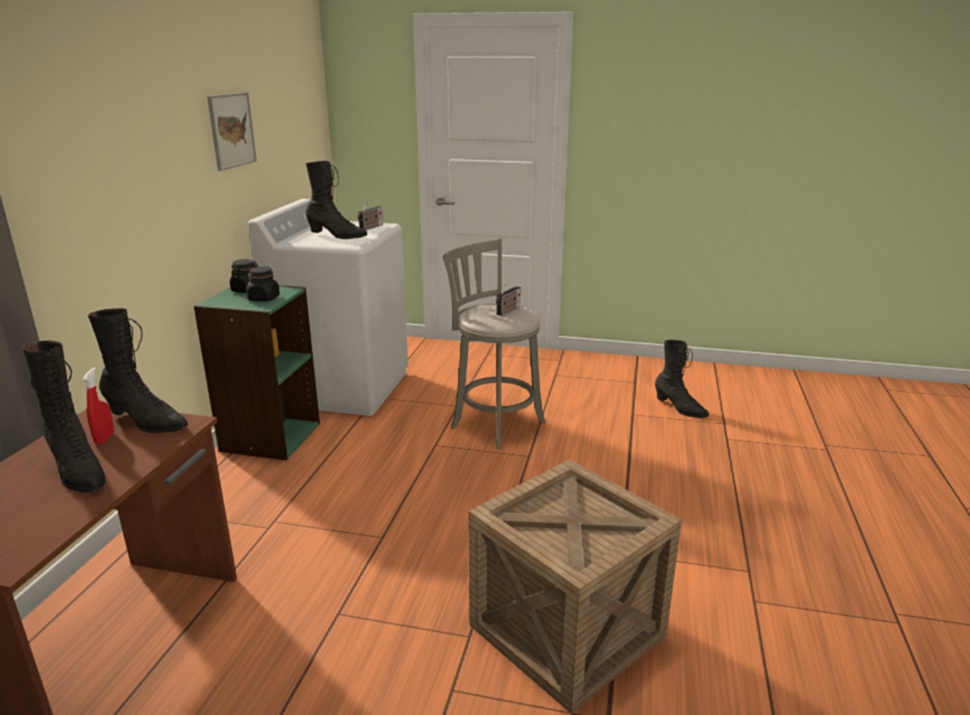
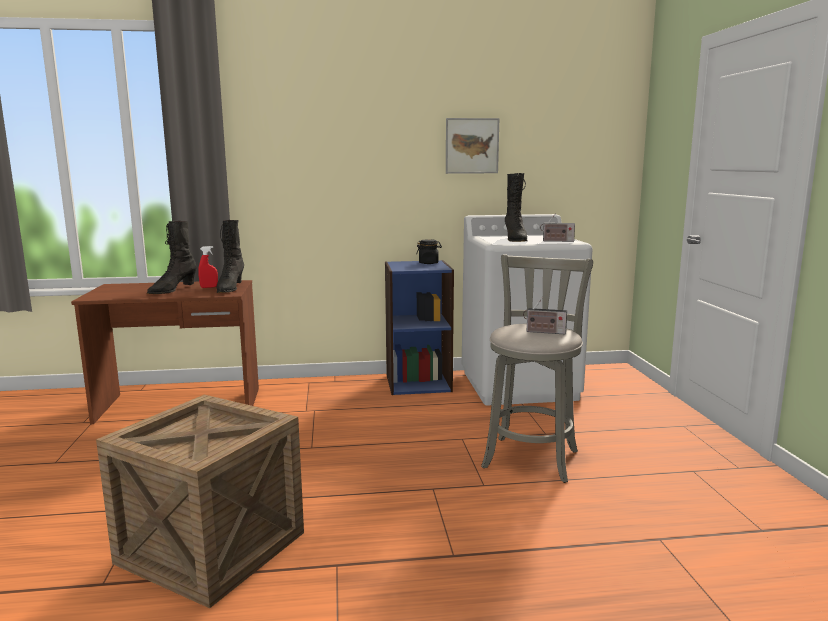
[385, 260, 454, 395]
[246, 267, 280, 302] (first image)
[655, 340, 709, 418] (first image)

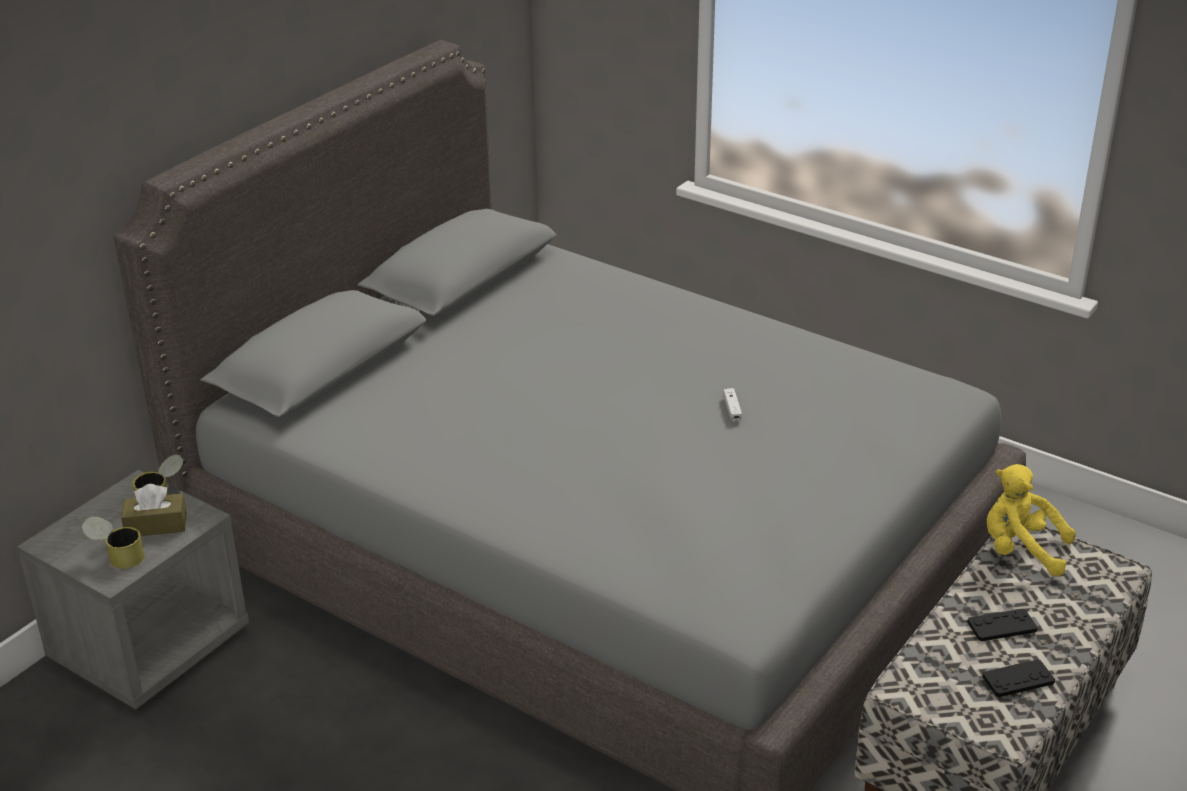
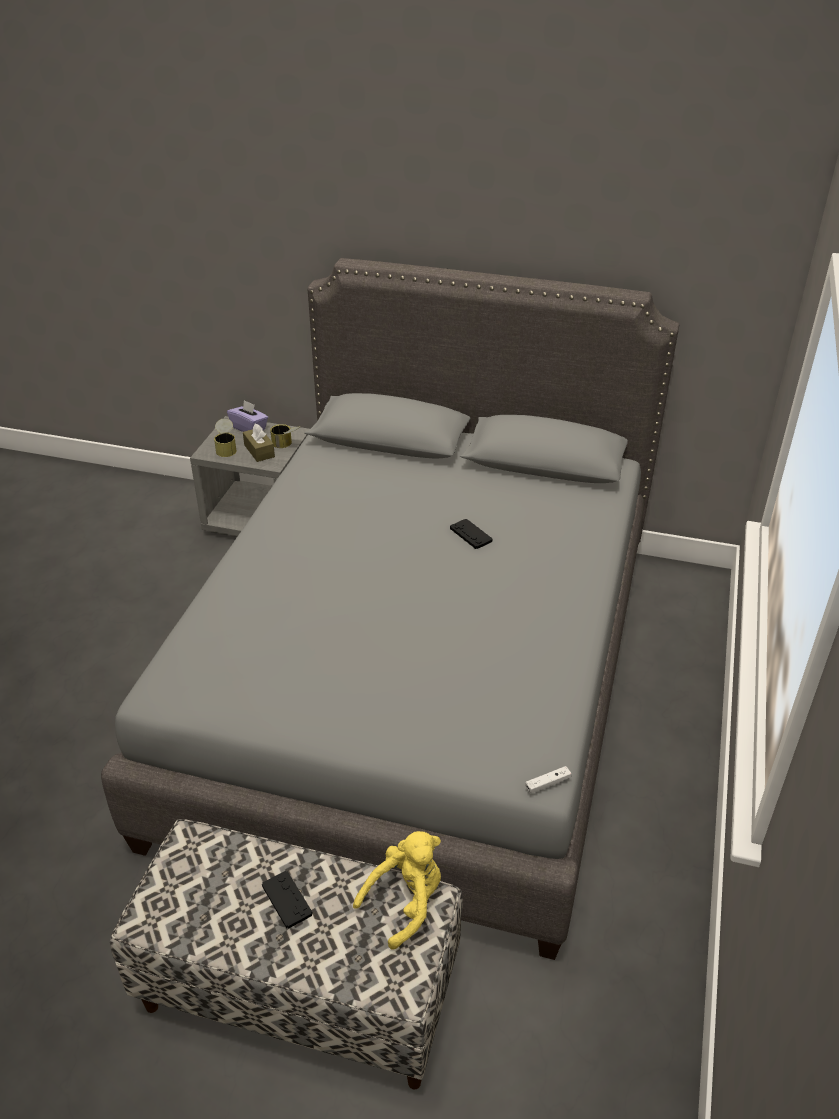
[227, 400, 268, 432]
[353, 831, 441, 950]
[450, 519, 492, 549]
[526, 766, 571, 794]

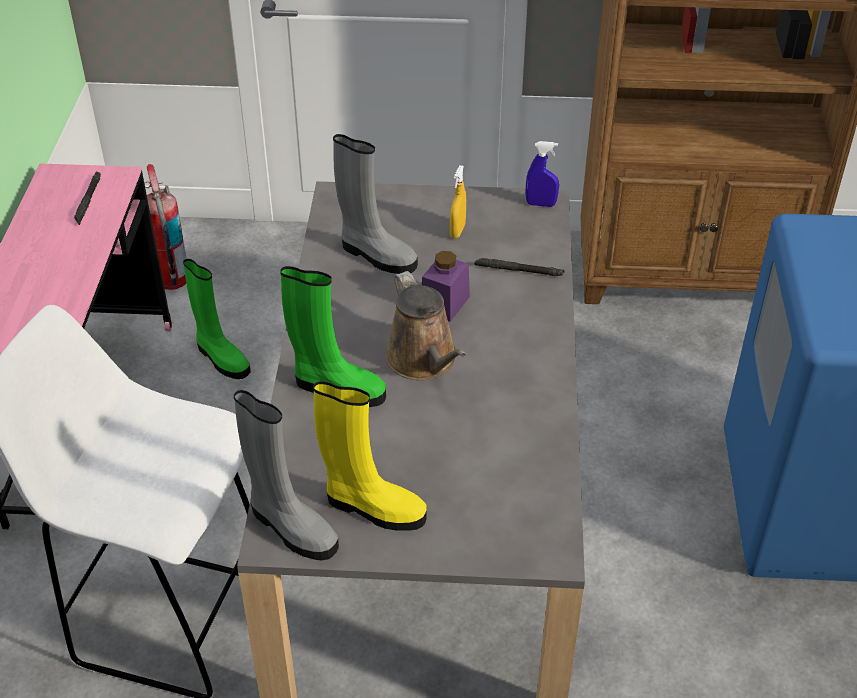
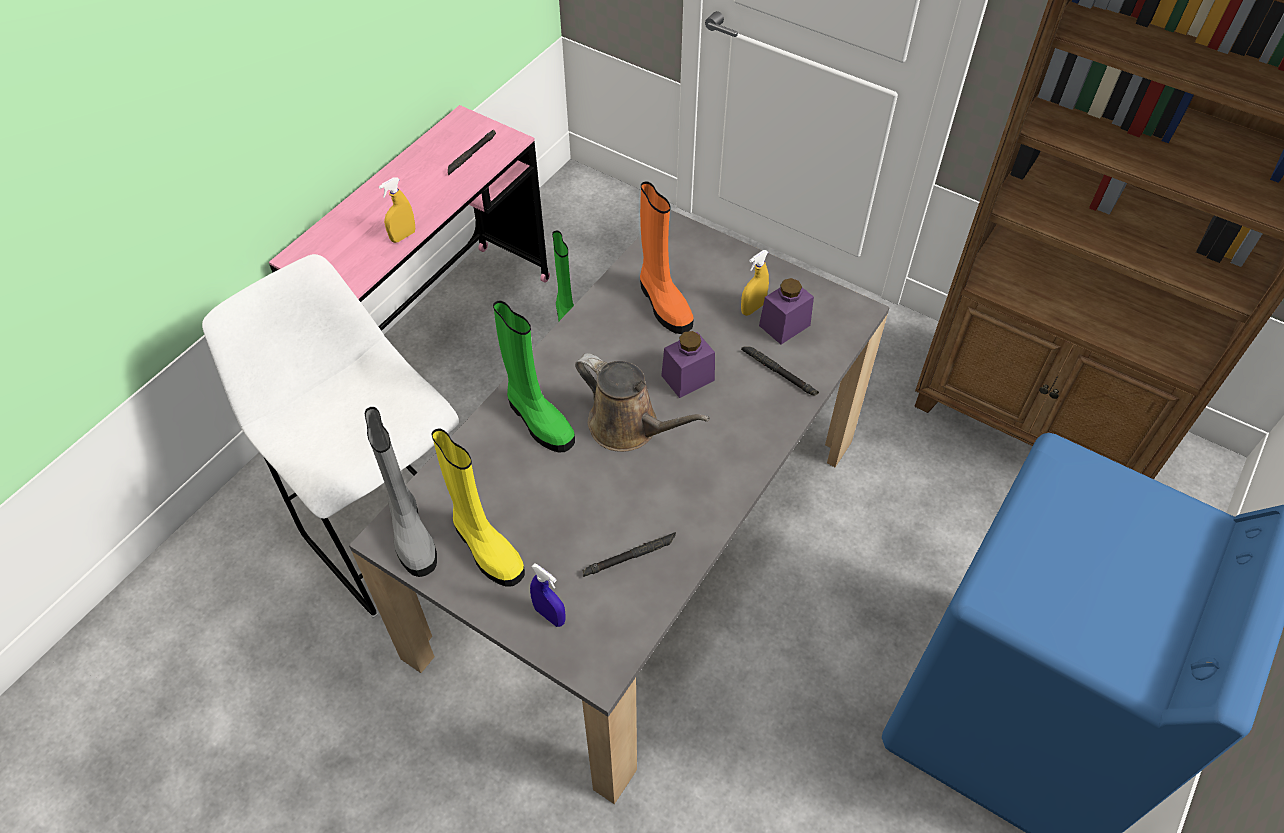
[379, 177, 415, 243]
[530, 563, 565, 627]
[575, 353, 710, 452]
[582, 532, 676, 577]
[640, 181, 694, 334]
[759, 278, 814, 344]
[144, 164, 187, 290] (first image)

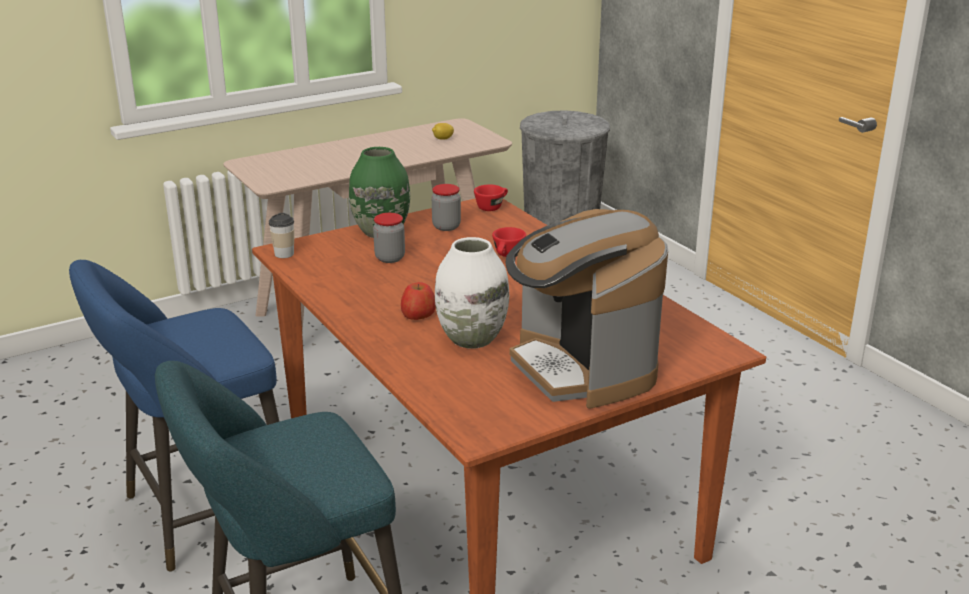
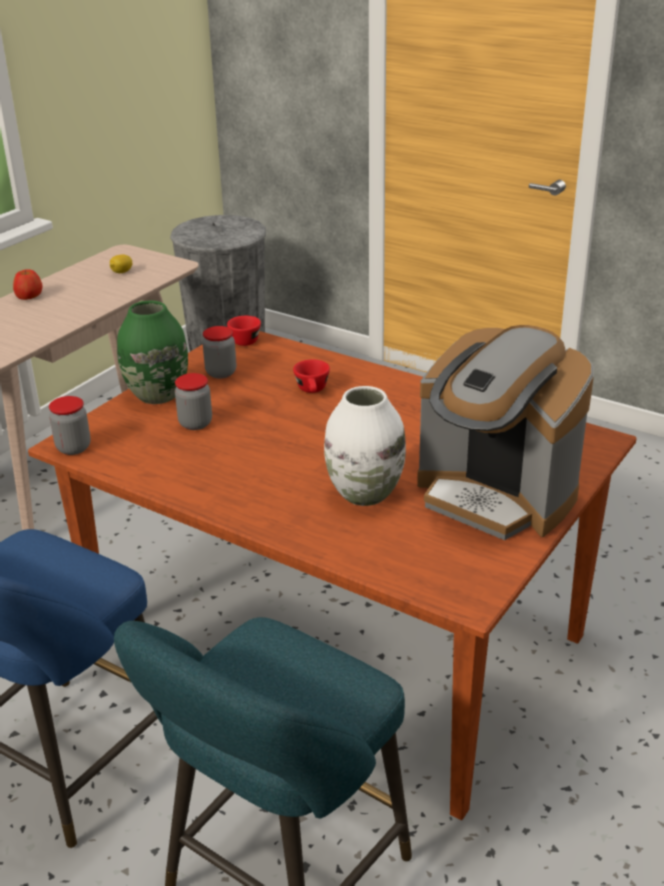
[13, 269, 43, 300]
[49, 396, 91, 455]

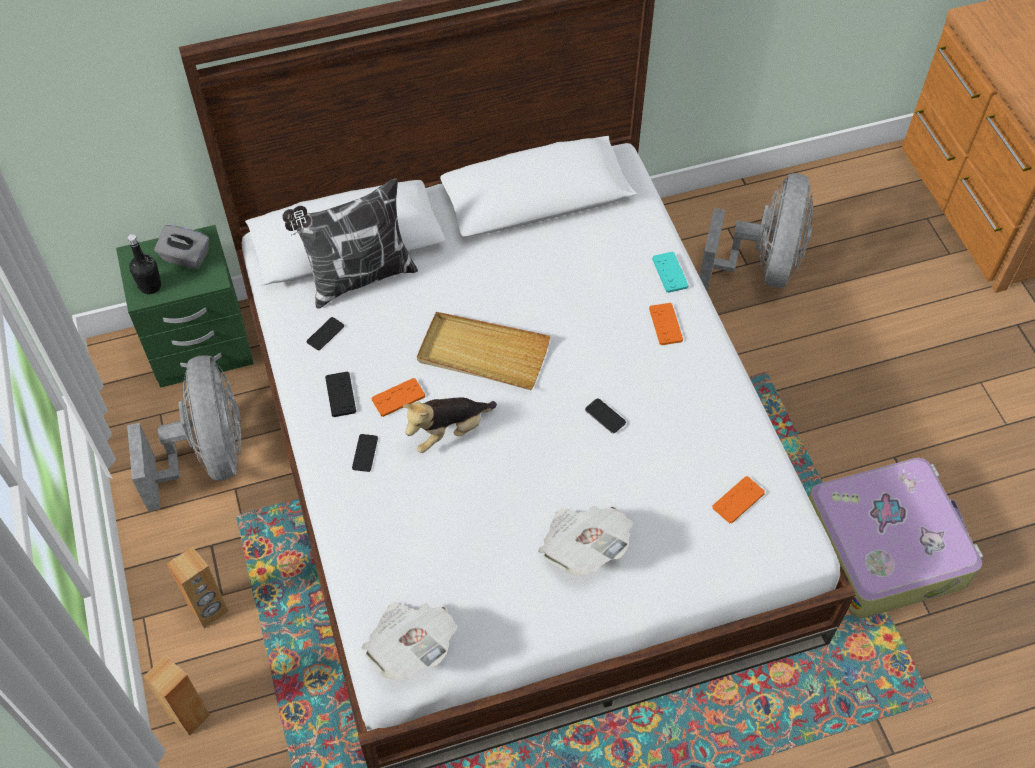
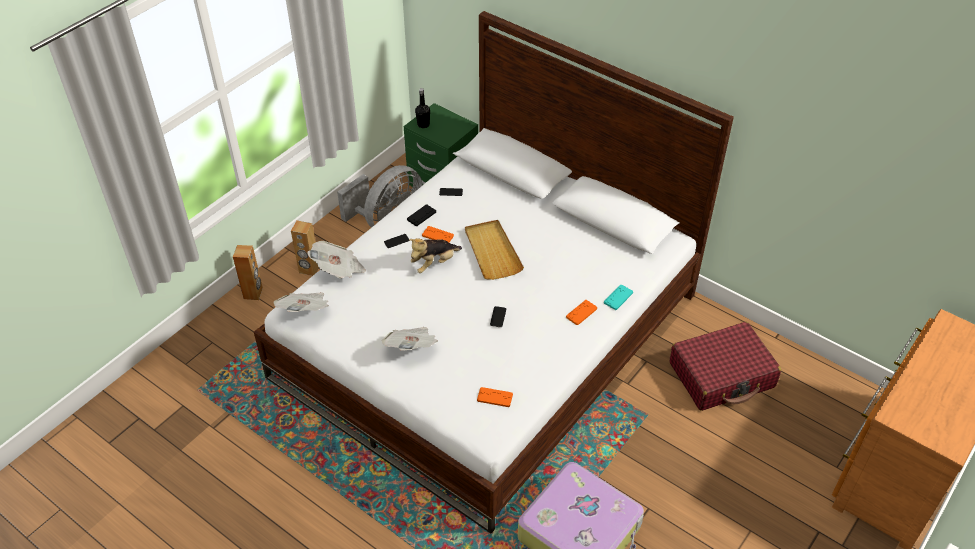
[307, 241, 366, 278]
[409, 238, 462, 273]
[670, 322, 781, 411]
[154, 225, 209, 269] (first image)
[282, 178, 418, 309] (first image)

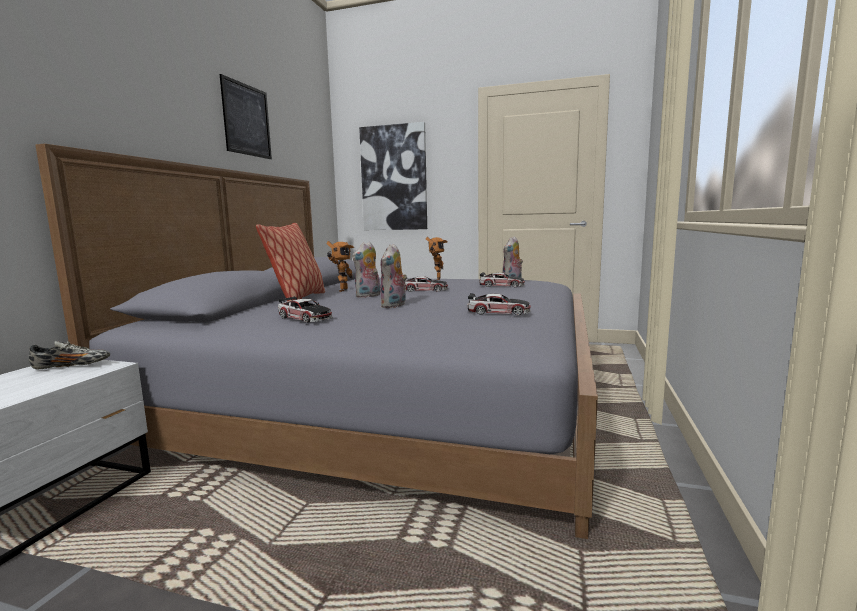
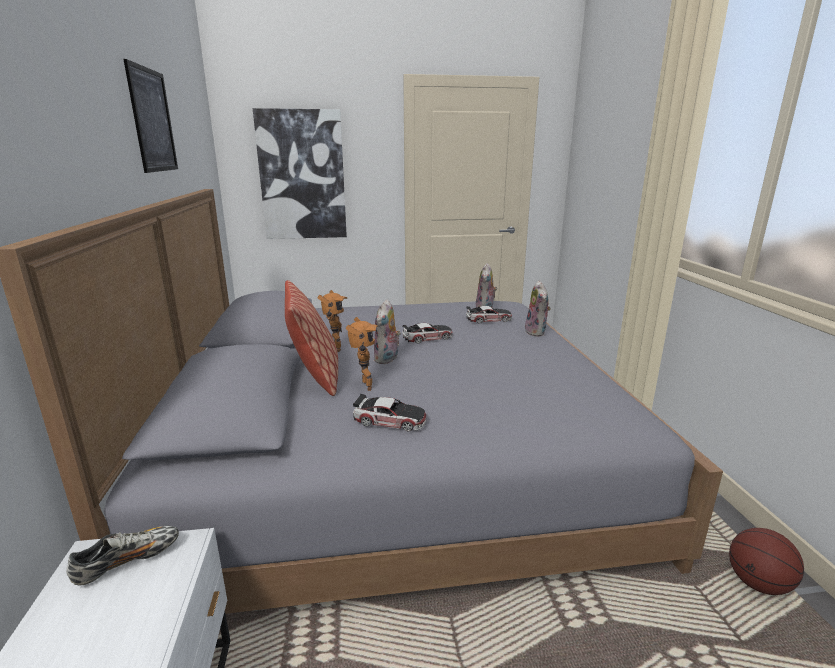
[346, 317, 378, 391]
[525, 281, 551, 337]
[729, 528, 804, 595]
[467, 293, 531, 315] (first image)

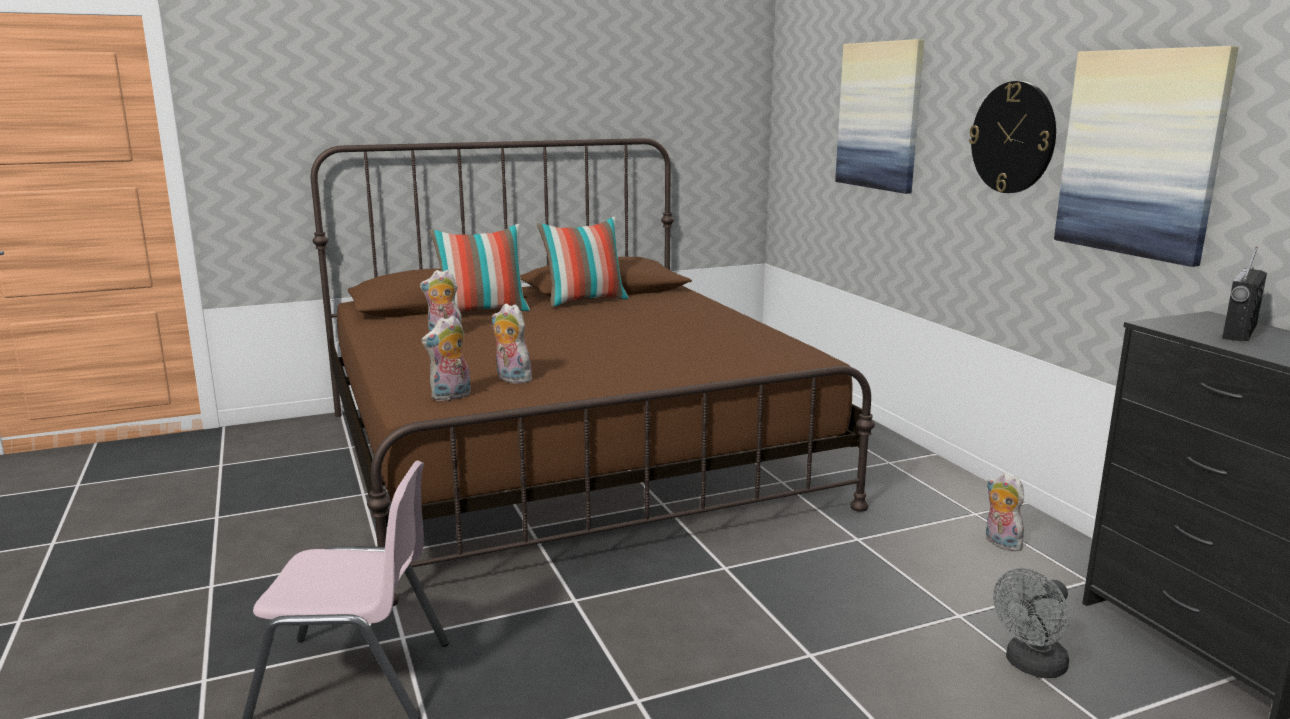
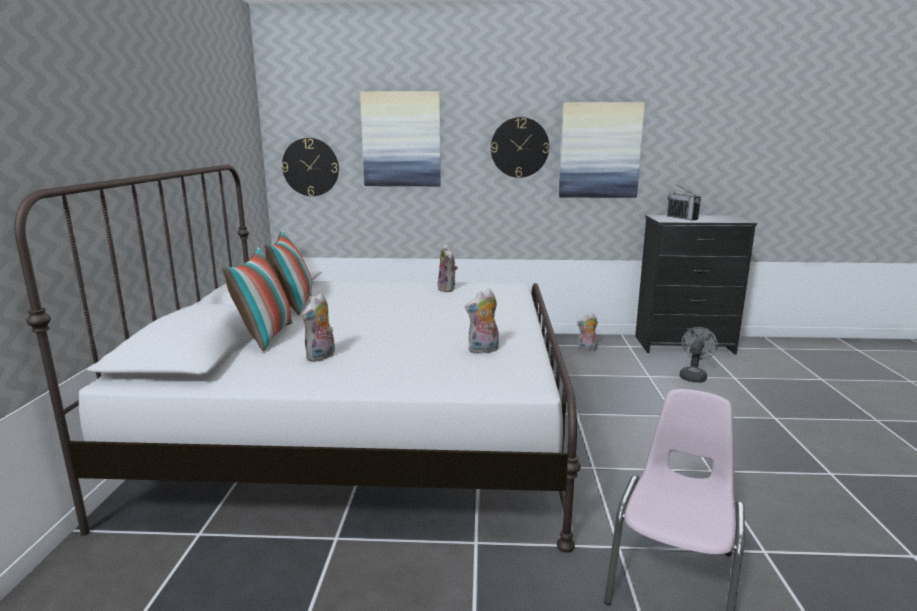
[14, 165, 581, 553]
[282, 138, 339, 196]
[438, 244, 458, 292]
[679, 327, 718, 383]

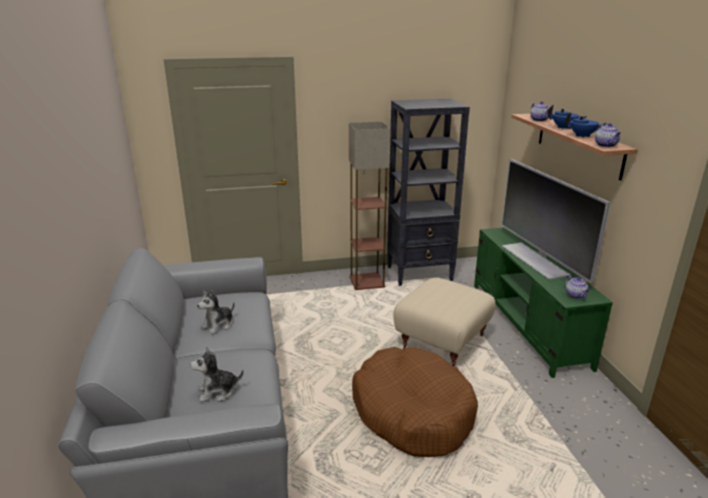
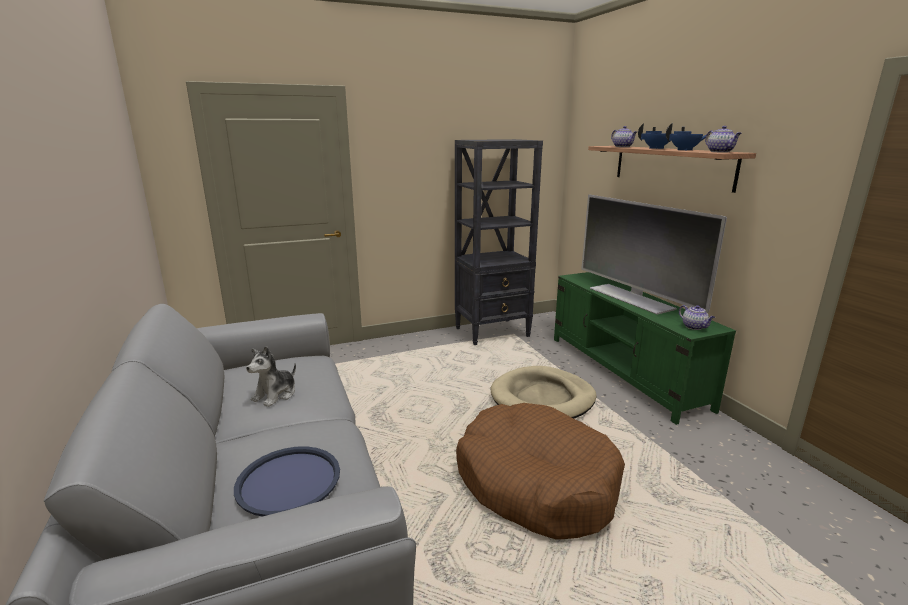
[234, 446, 340, 517]
[491, 366, 597, 419]
[349, 121, 390, 290] (first image)

